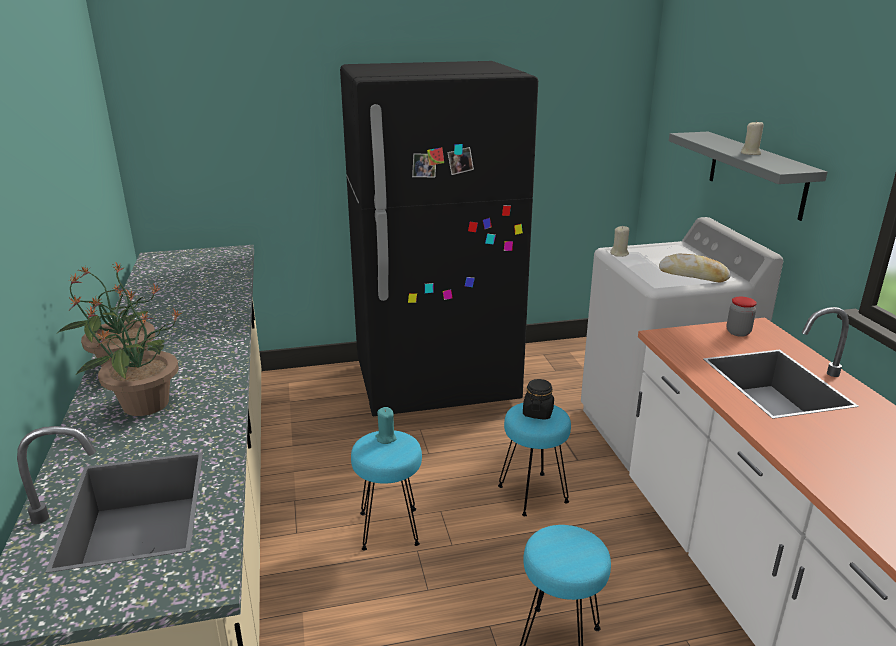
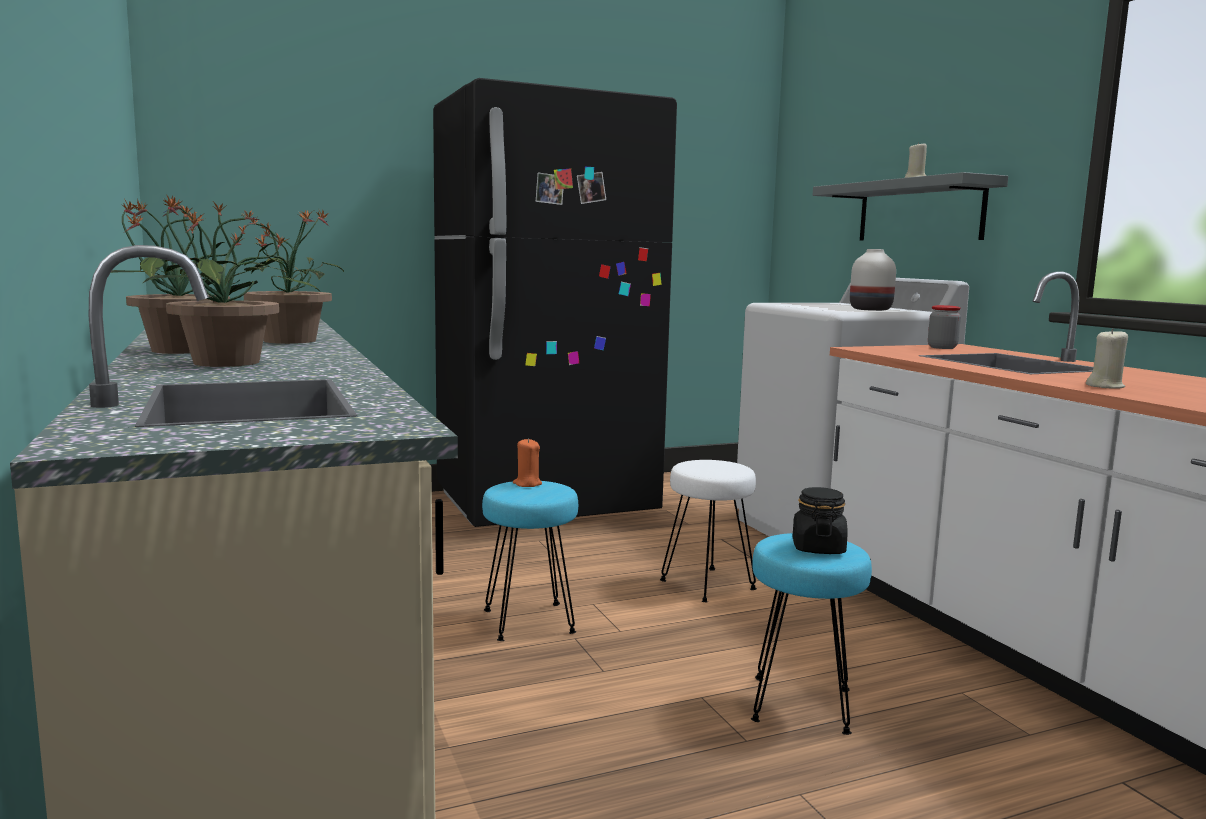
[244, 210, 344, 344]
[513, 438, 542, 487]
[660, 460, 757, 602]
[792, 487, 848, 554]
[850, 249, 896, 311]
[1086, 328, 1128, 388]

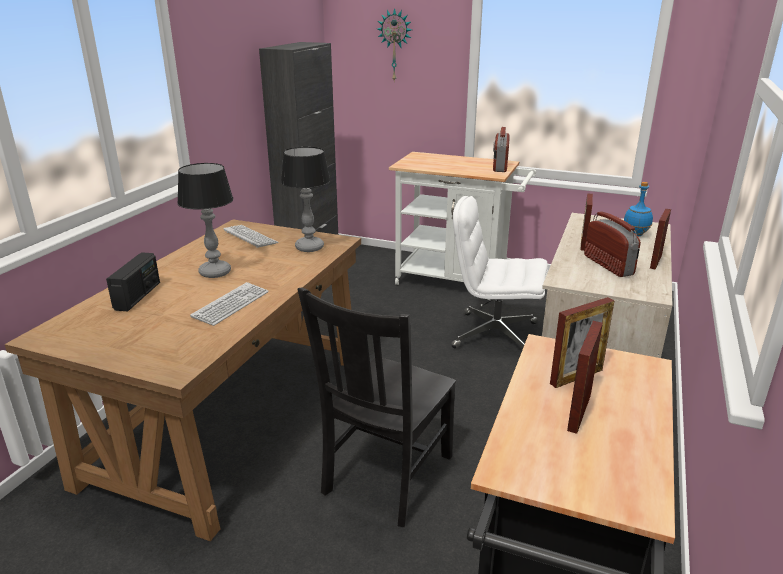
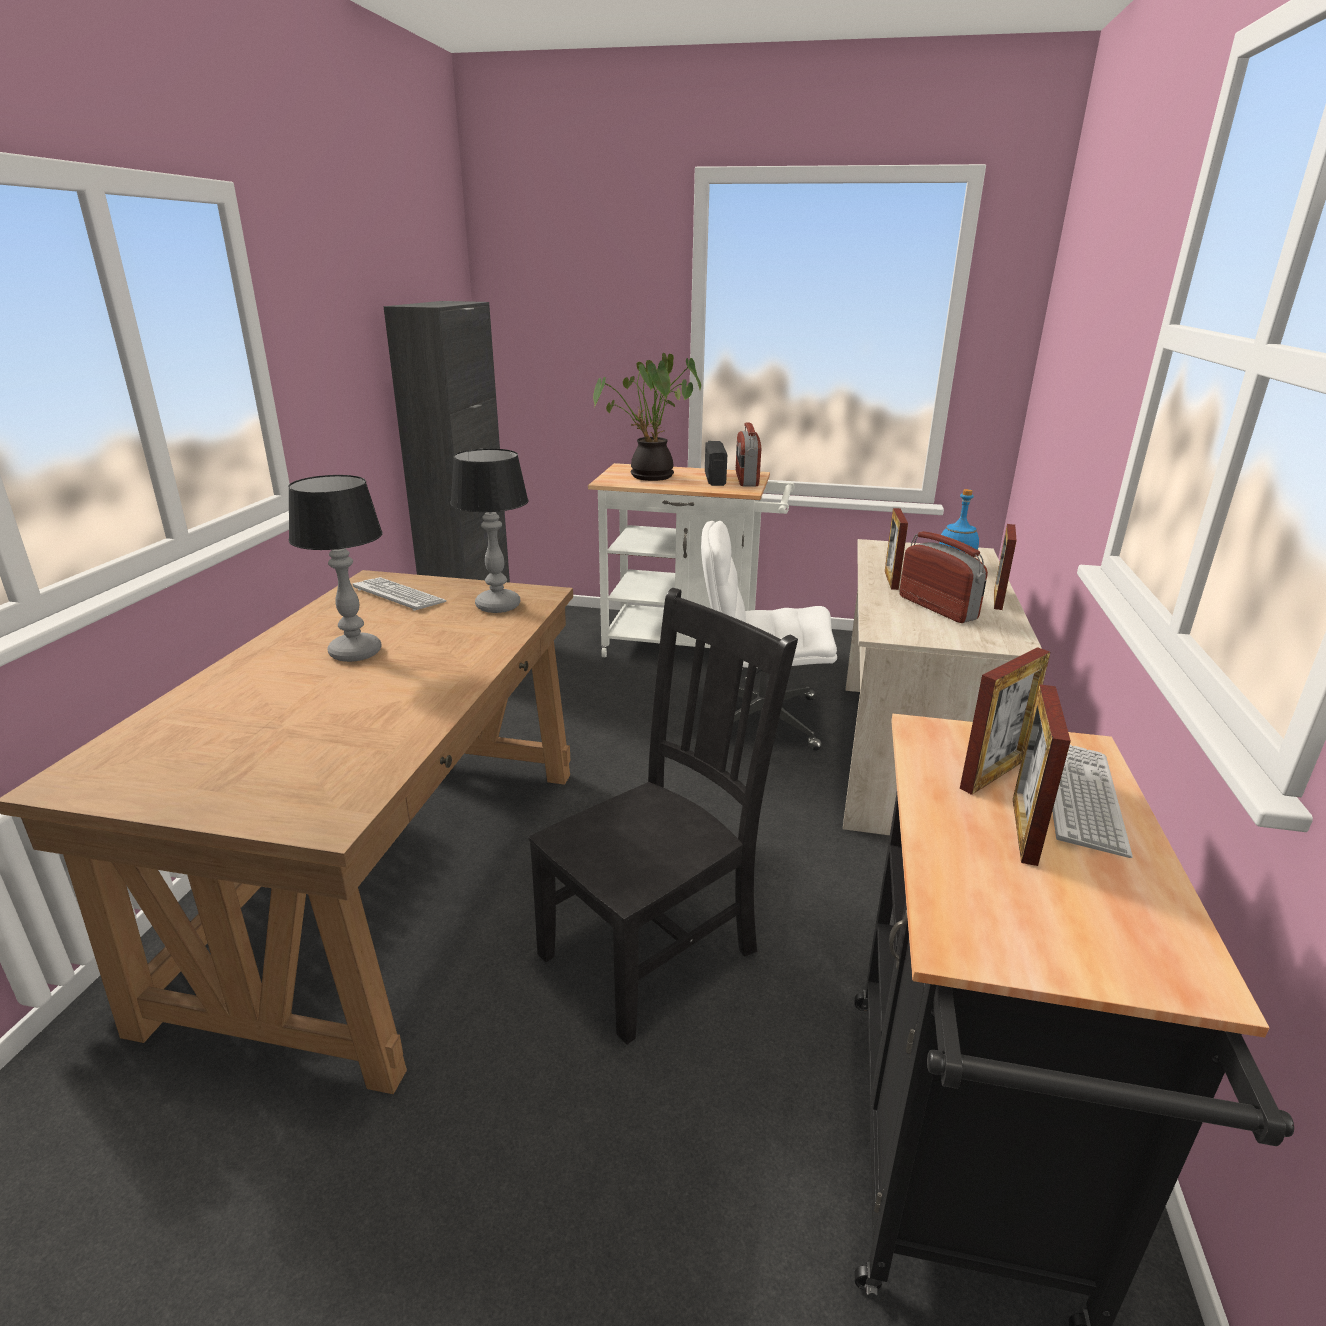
[528, 588, 798, 1045]
[593, 353, 701, 481]
[705, 441, 727, 486]
[1052, 745, 1133, 858]
[377, 8, 412, 81] (first image)

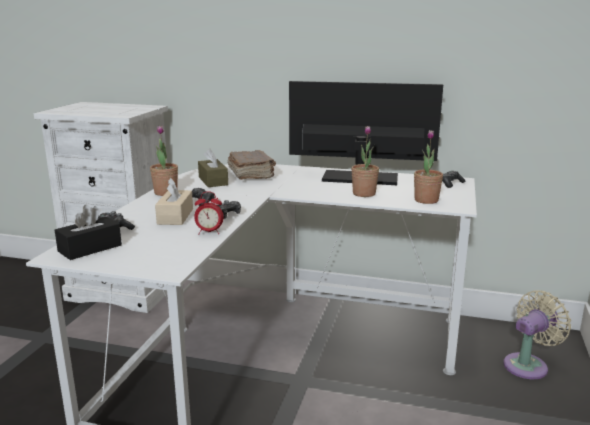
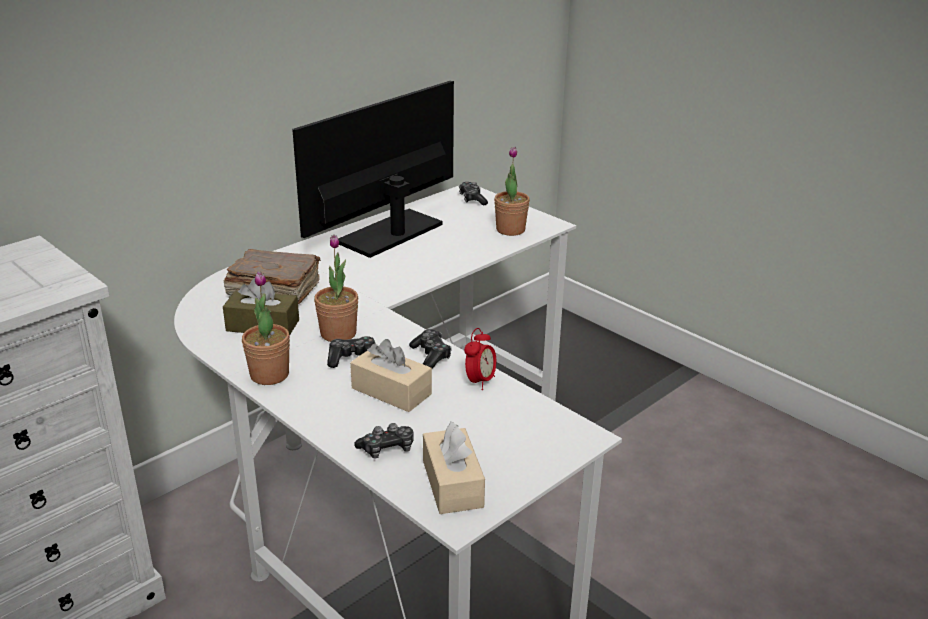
[314, 235, 358, 342]
[423, 422, 485, 514]
[503, 291, 571, 379] (first image)

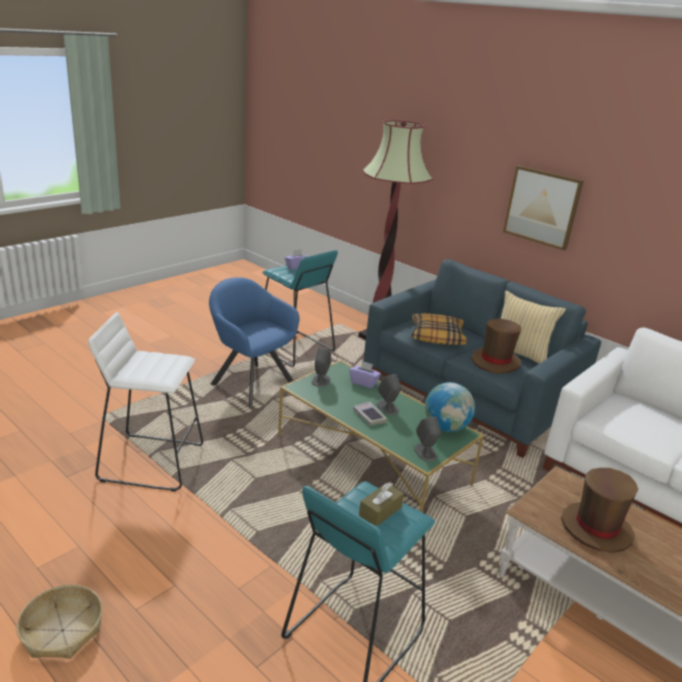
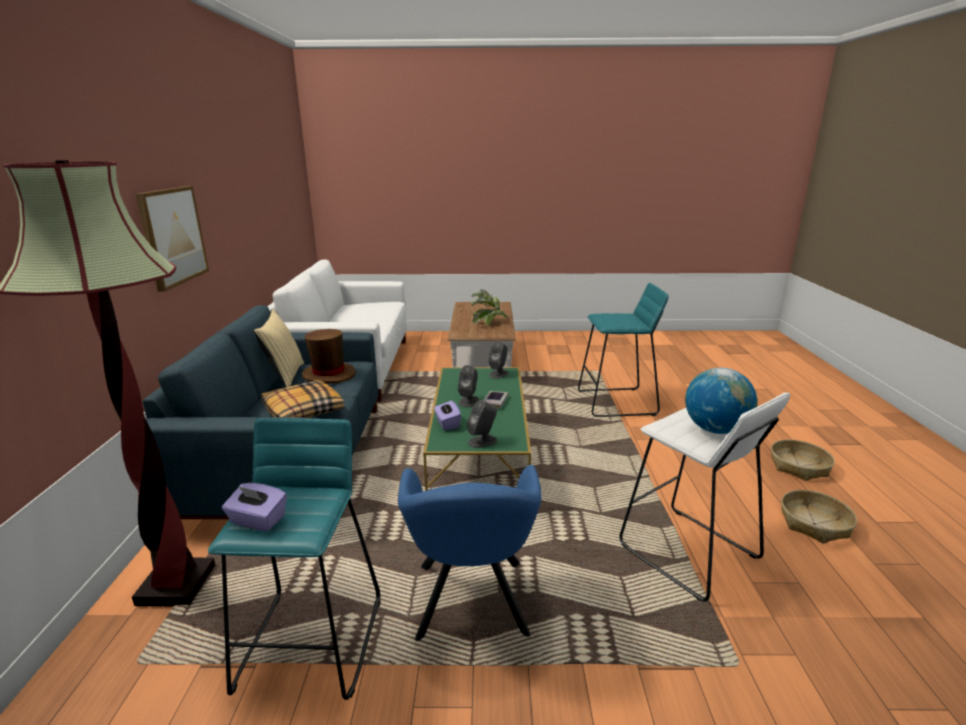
[471, 289, 508, 326]
[685, 368, 757, 434]
[781, 490, 857, 544]
[359, 482, 404, 526] (first image)

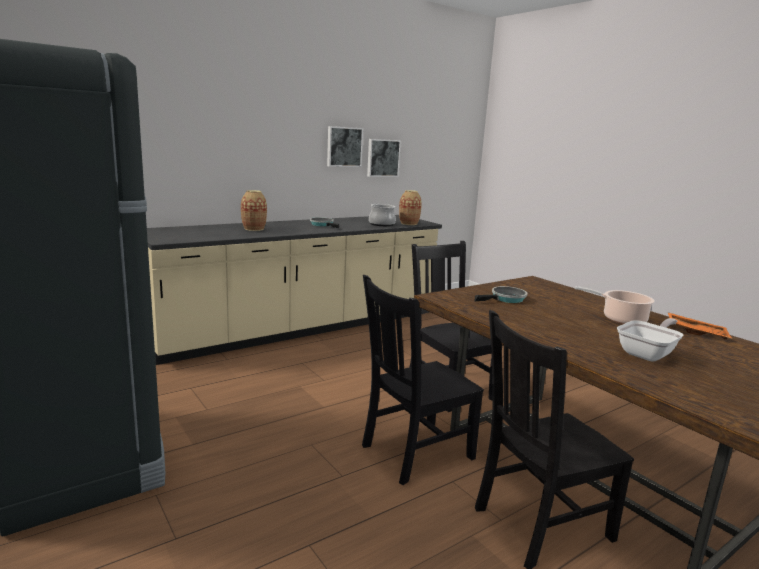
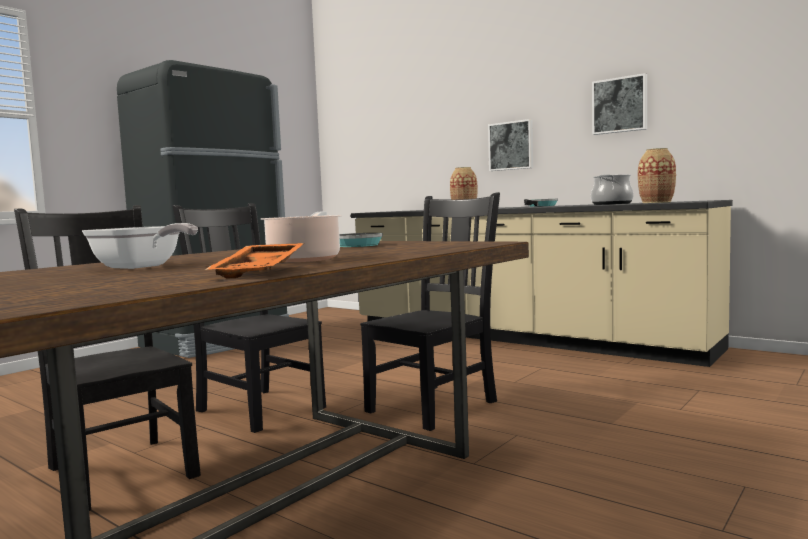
[488, 119, 533, 171]

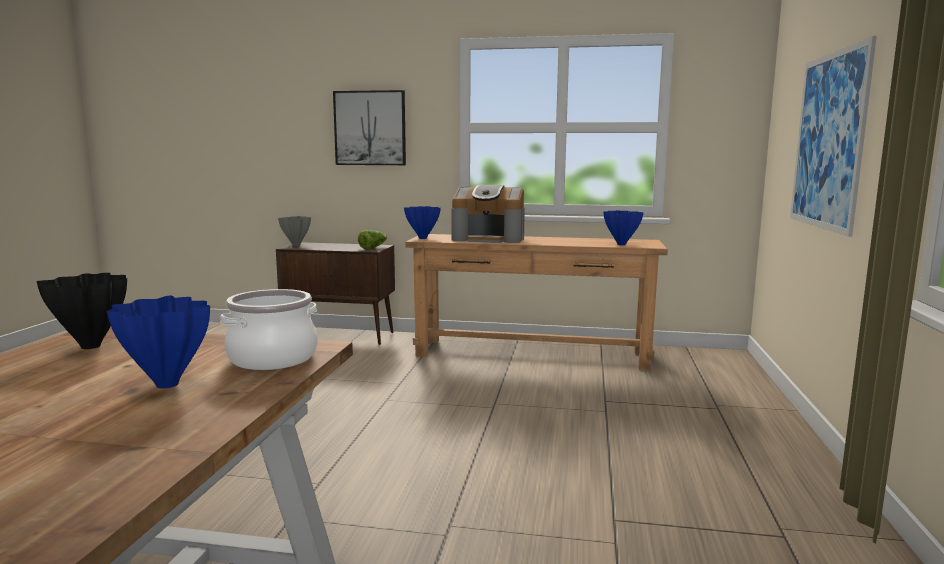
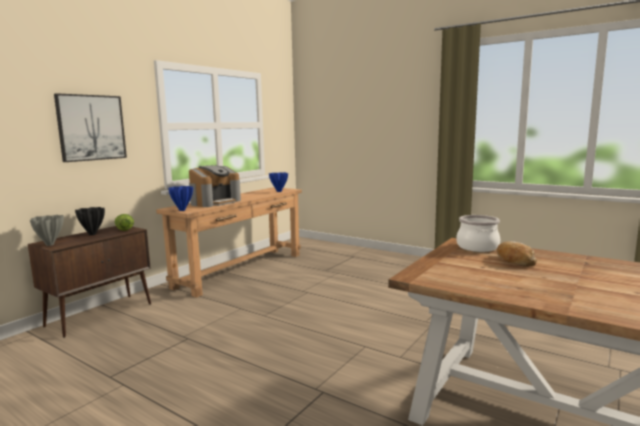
[75, 207, 105, 235]
[497, 241, 537, 267]
[790, 36, 877, 237] (first image)

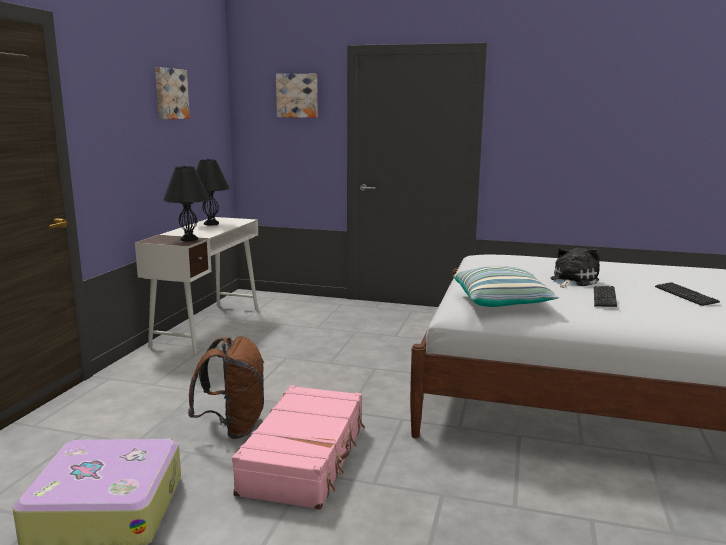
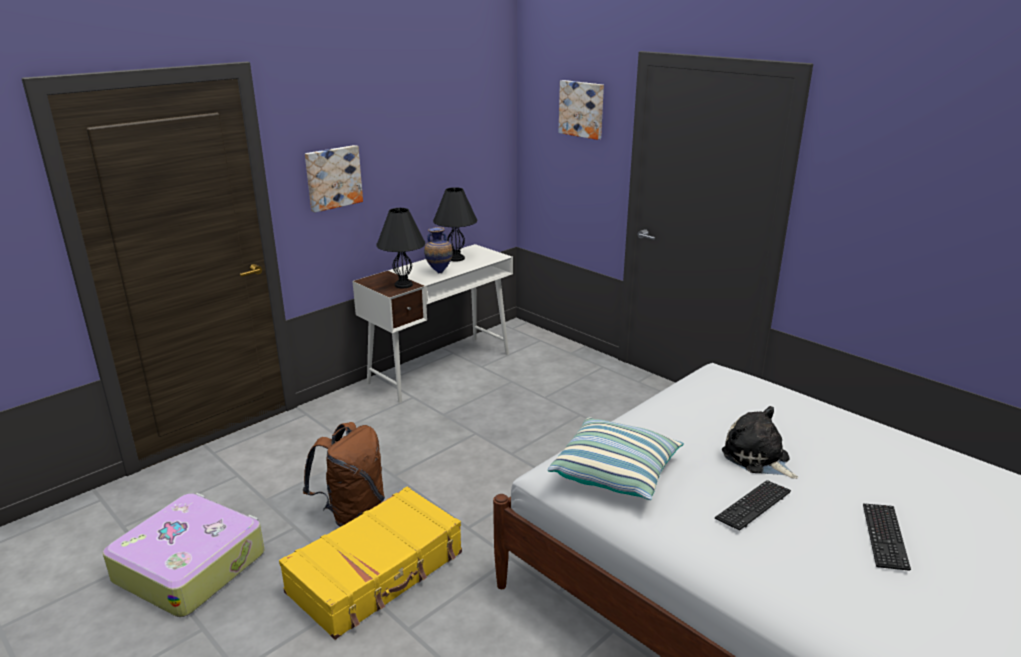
[279, 486, 462, 640]
[305, 145, 363, 212]
[424, 227, 453, 274]
[722, 406, 798, 479]

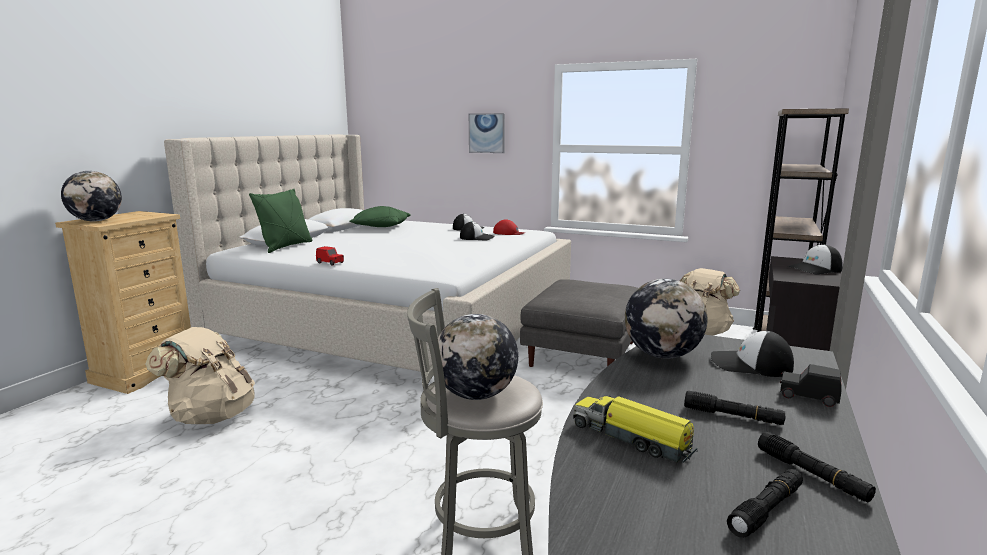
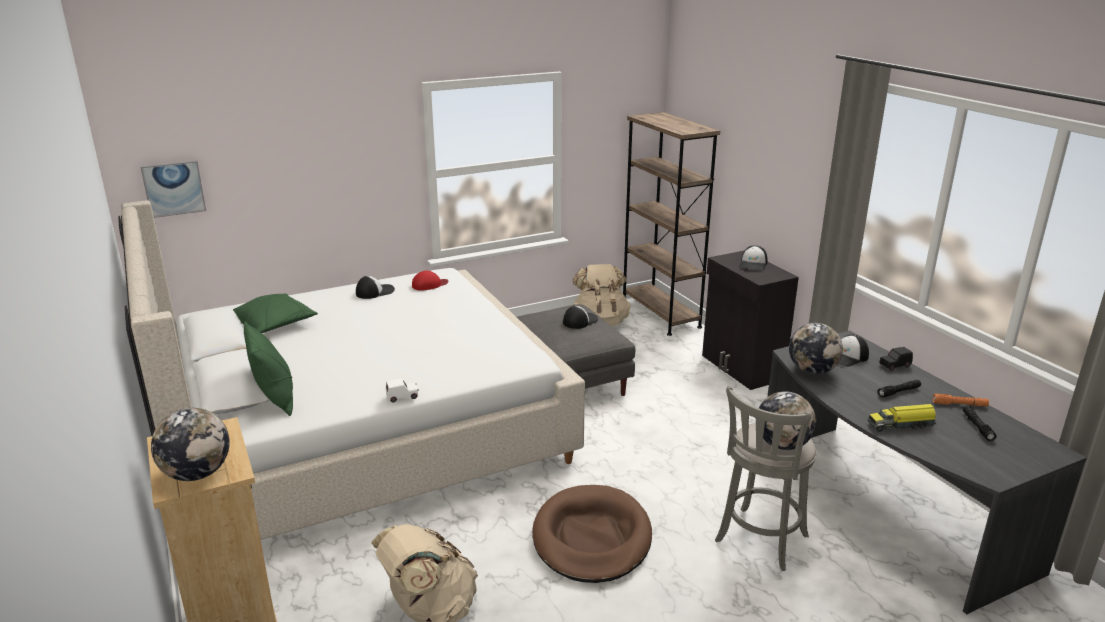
[140, 161, 206, 218]
[386, 378, 419, 403]
[532, 485, 652, 583]
[563, 306, 598, 329]
[933, 394, 989, 407]

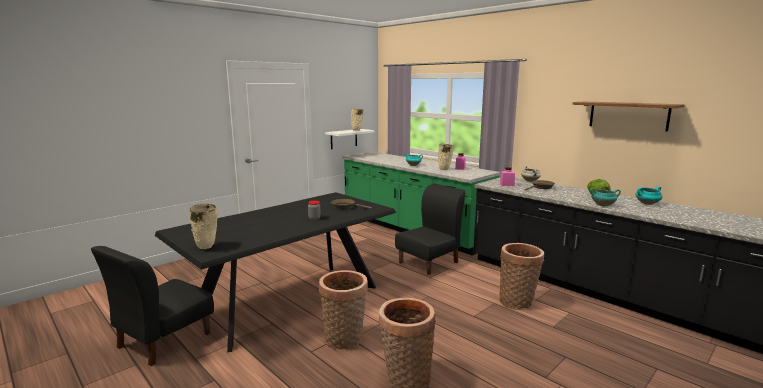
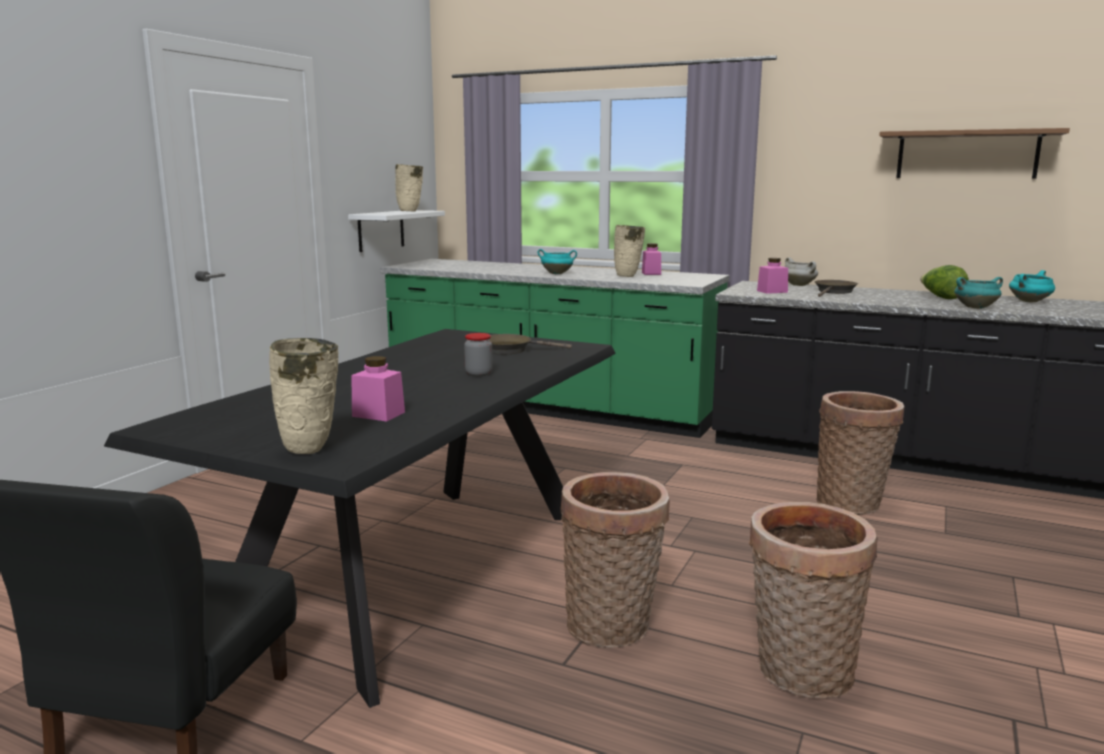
[351, 356, 405, 421]
[395, 183, 465, 275] (first image)

